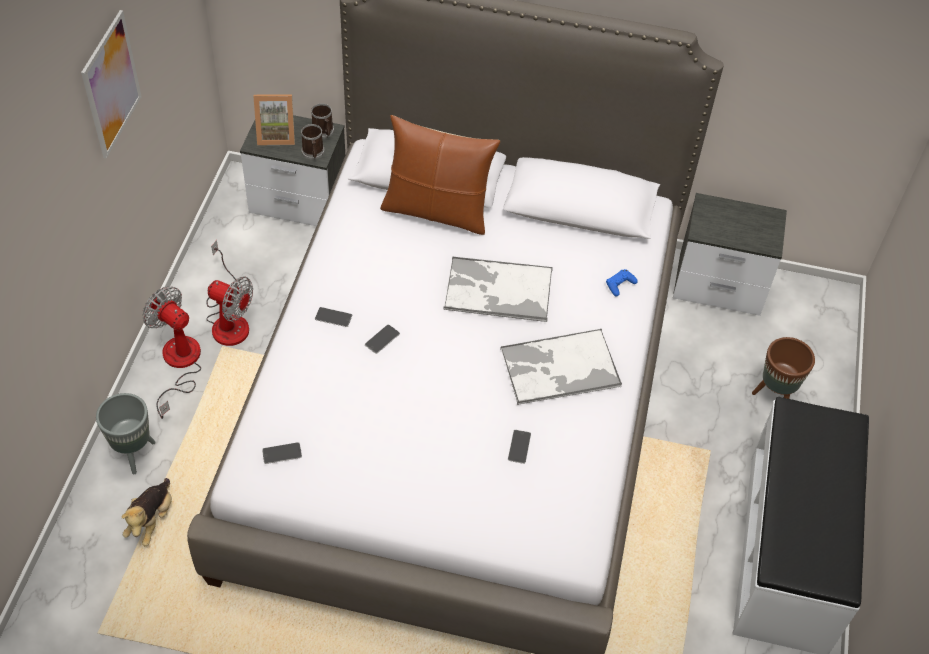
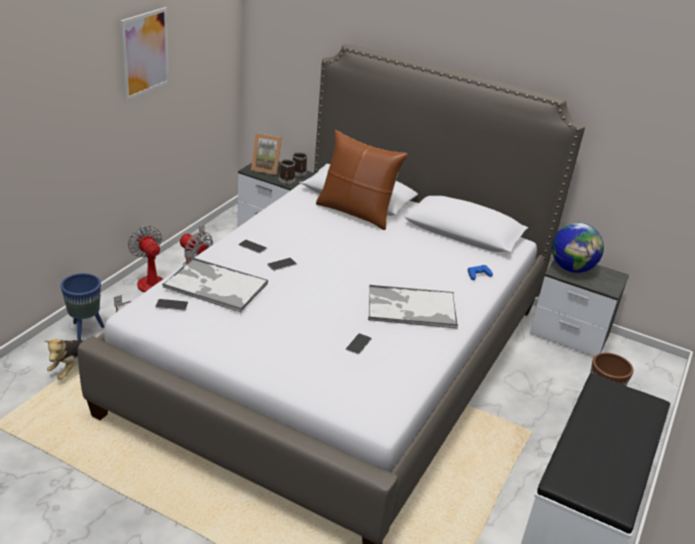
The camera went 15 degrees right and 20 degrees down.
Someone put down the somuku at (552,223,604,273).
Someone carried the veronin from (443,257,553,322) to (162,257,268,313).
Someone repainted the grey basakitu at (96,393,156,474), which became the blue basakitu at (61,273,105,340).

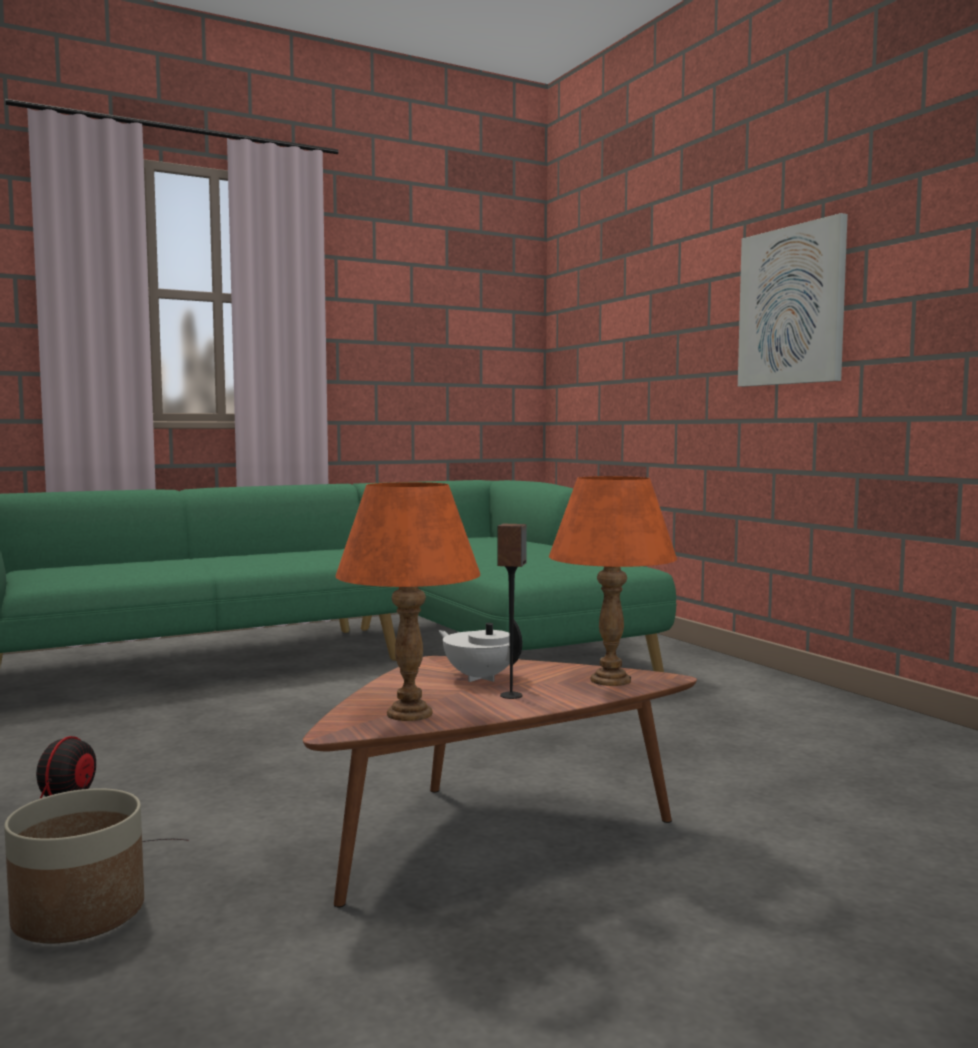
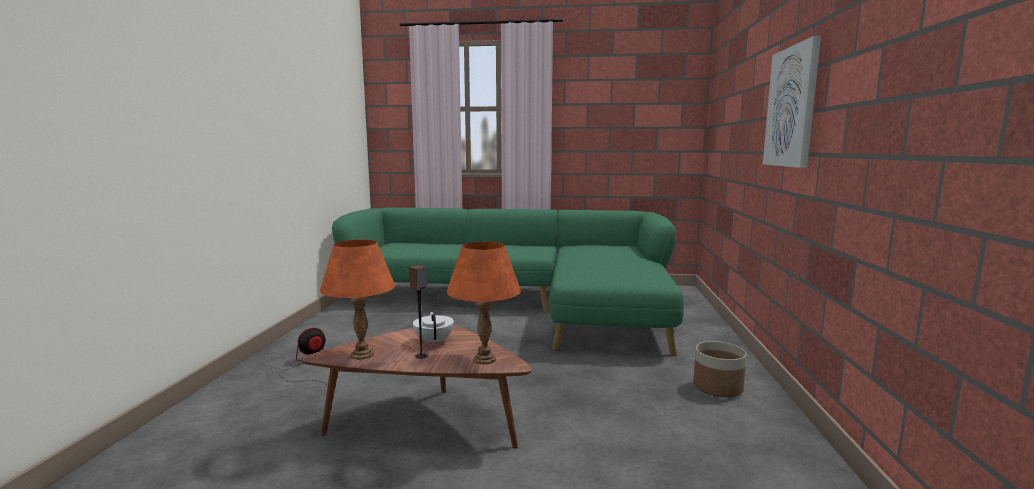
The camera went 35 degrees right and 5 degrees up.
Someone carried the basakitu from (4,788,144,943) to (693,341,747,398).

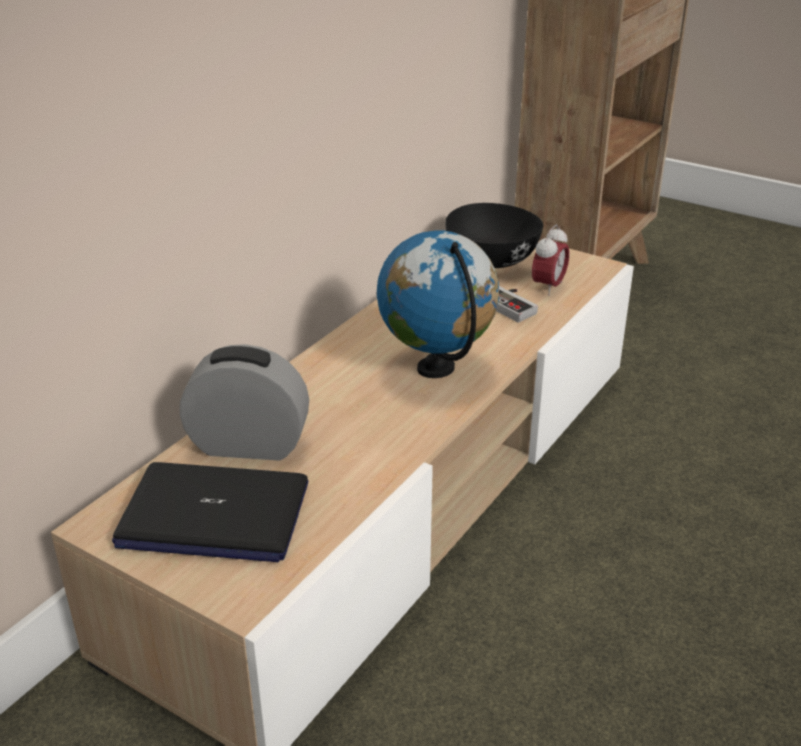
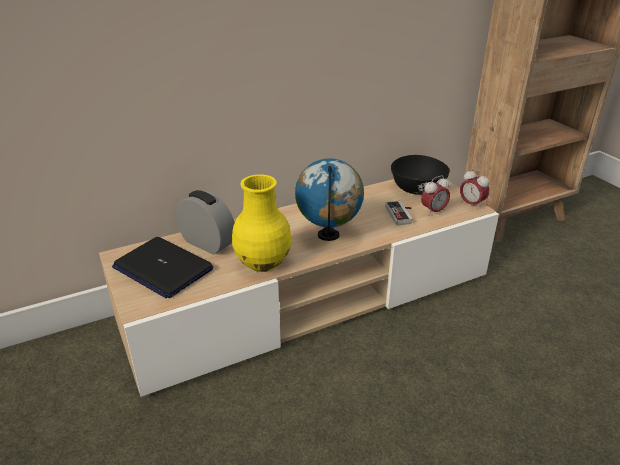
The camera went 30 degrees right and 0 degrees up.
Someone put down the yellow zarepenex at (232,174,292,272).
Someone put down the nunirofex at (460,168,490,210).

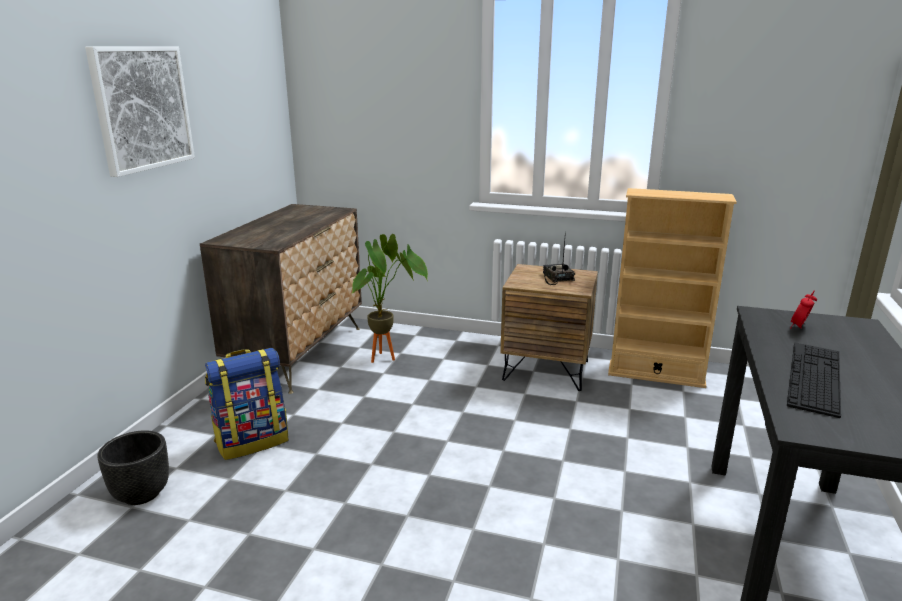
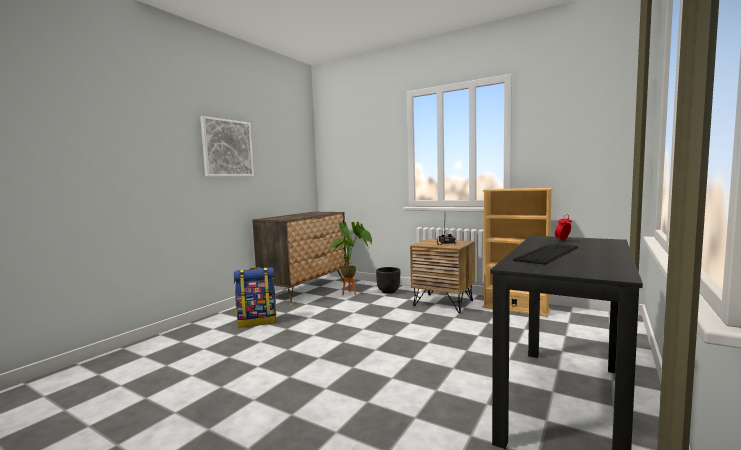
The camera went 15 degrees right and 15 degrees down.
Someone carried the black basakitu from (97,430,169,505) to (376,267,400,294).

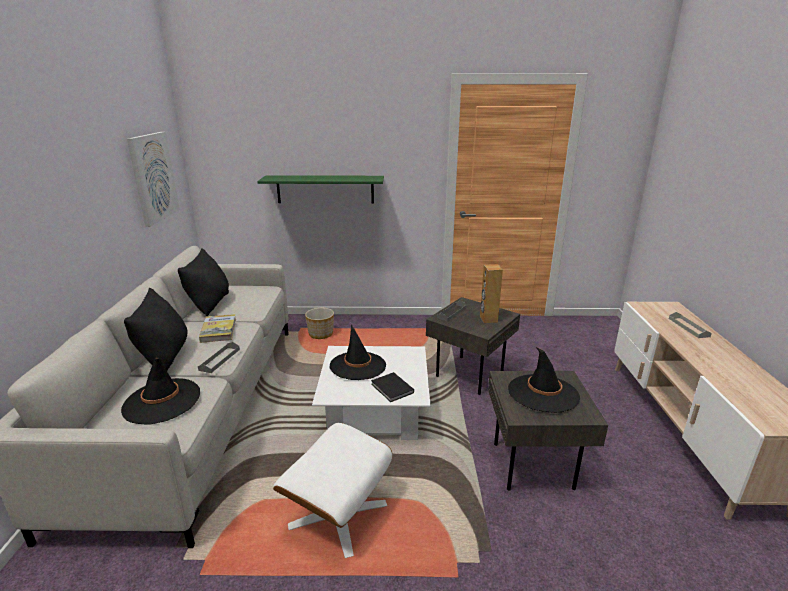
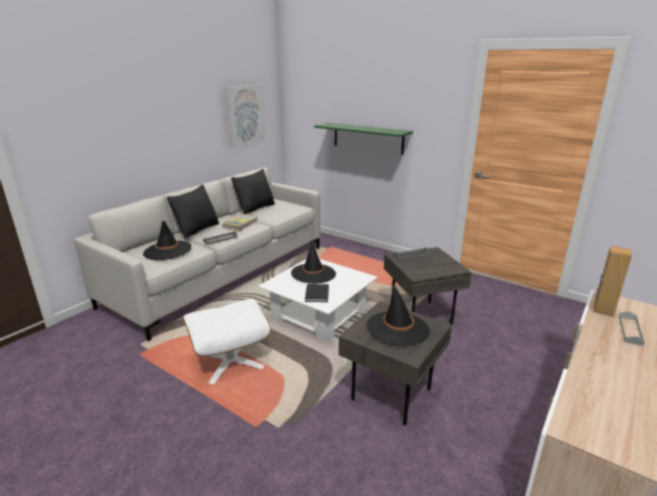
The camera went 35 degrees right and 0 degrees up.
Someone took away the basakitu at (305,308,334,339).
Someone carried the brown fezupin from (480,264,503,323) to (594,246,632,317).

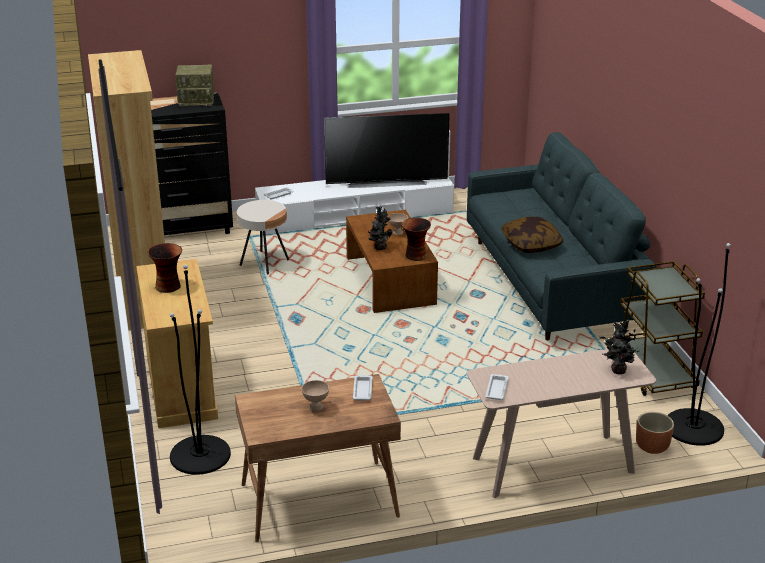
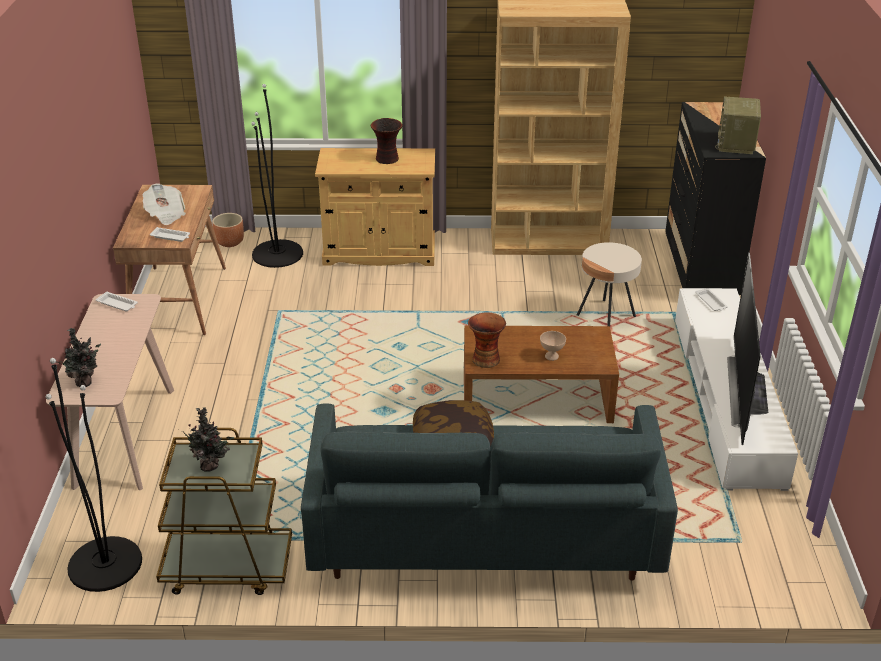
The camera went 105 degrees right and 5 degrees up.
Someone carried the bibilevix from (368,206,392,250) to (183,407,234,472).
Someone carried the brown basakitu from (636,412,674,454) to (212,213,244,247).
Someone swapped the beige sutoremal at (302,380,329,412) for the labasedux at (143,183,186,225).

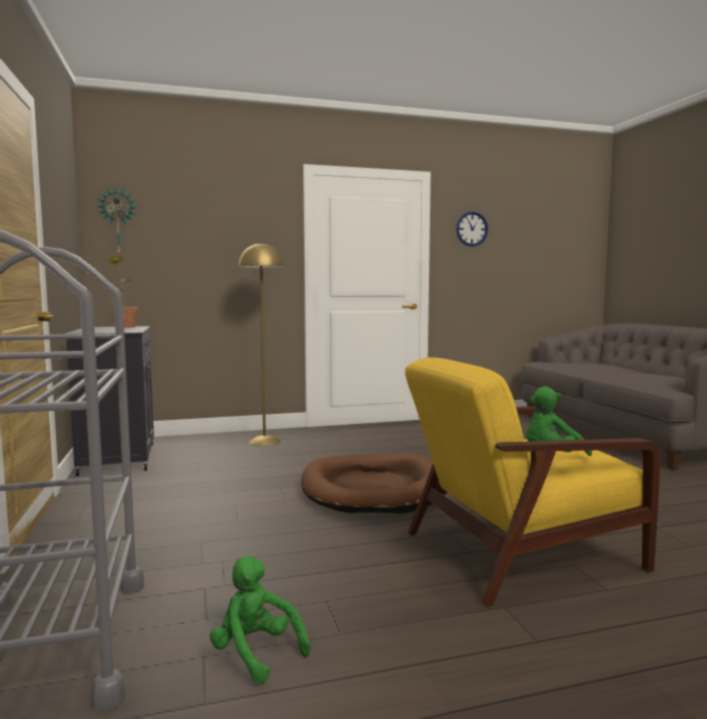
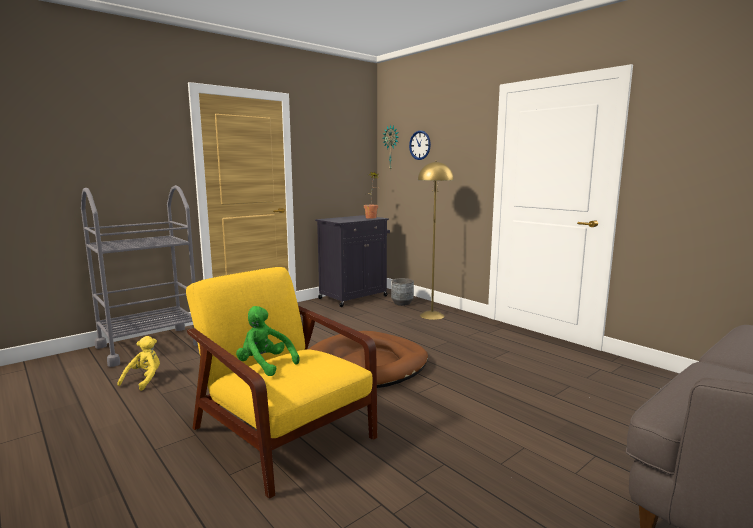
The camera went 65 degrees right and 5 degrees up.
Someone put down the grey basakitu at (391,278,414,306).
Someone carried the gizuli from (456,211,488,247) to (409,130,431,160).
Someone repainted the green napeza at (210,556,310,684), which became the yellow napeza at (117,336,160,391).

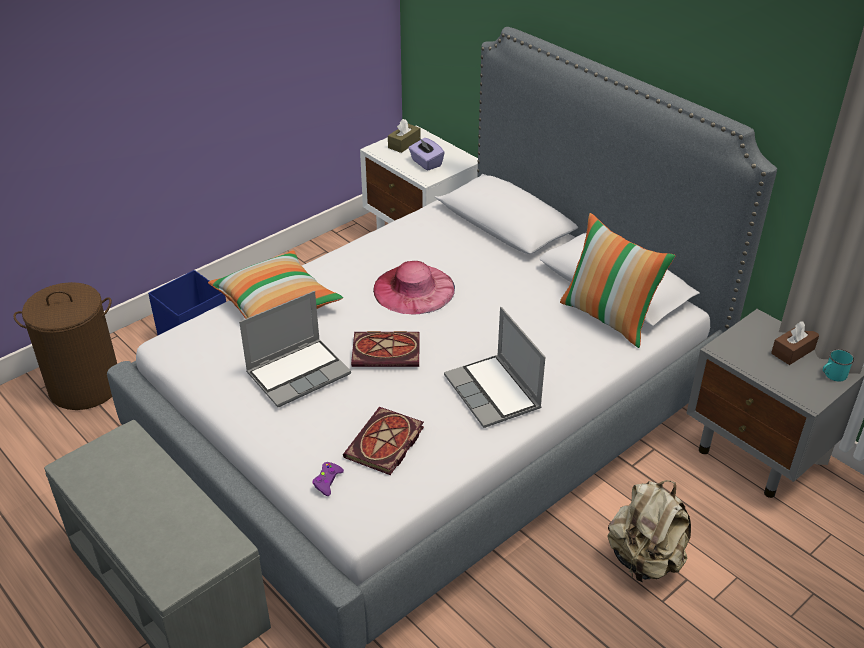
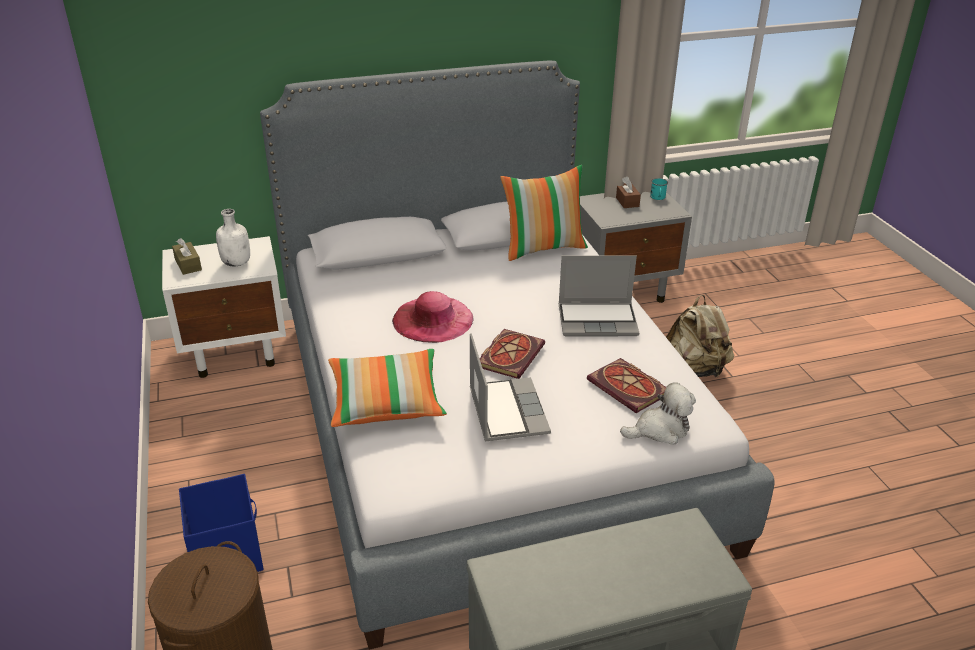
The camera went 65 degrees left and 5 degrees down.
Someone swapped the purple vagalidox at (312,462,344,496) for the napeza at (620,382,696,445).
Someone swapped the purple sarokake at (409,138,445,171) for the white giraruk at (216,209,250,266).

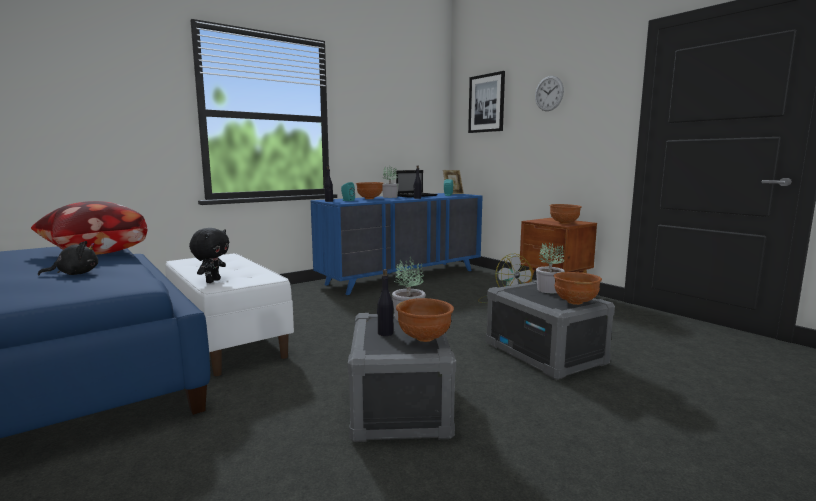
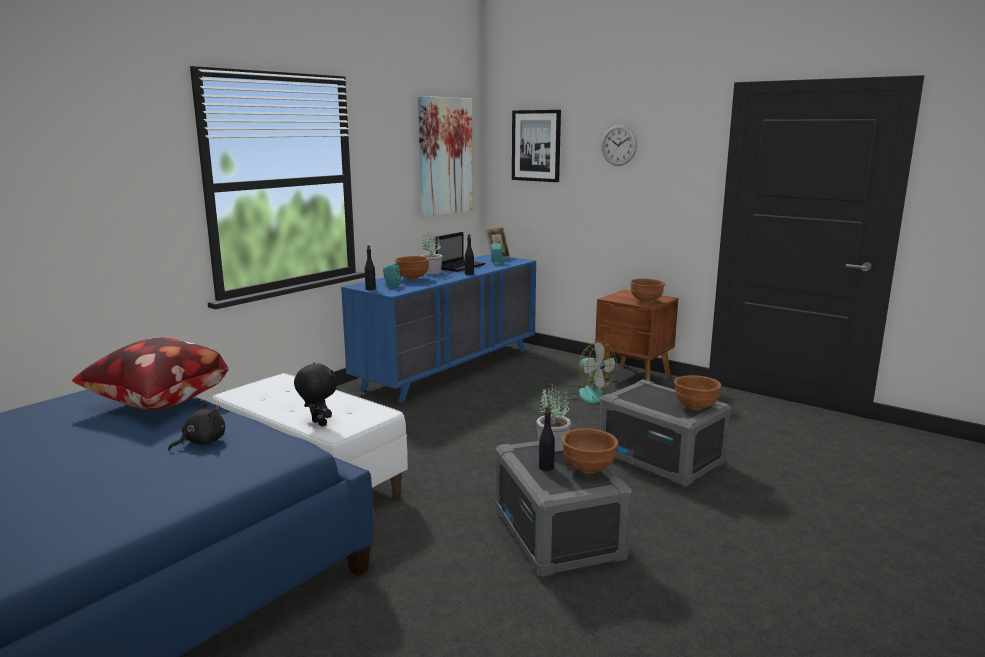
The camera went 15 degrees left and 5 degrees up.
Someone took away the bibilevix at (536,242,565,293).
Someone put up the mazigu at (418,96,473,217).
Someone rotated the black napeza at (189,228,229,283) by 45 degrees counterclockwise.

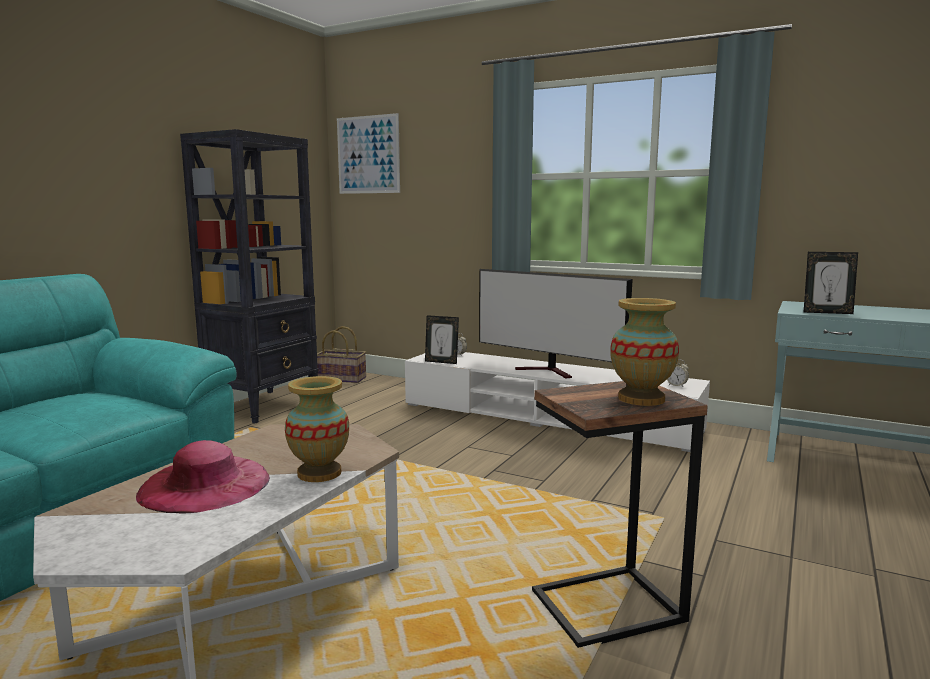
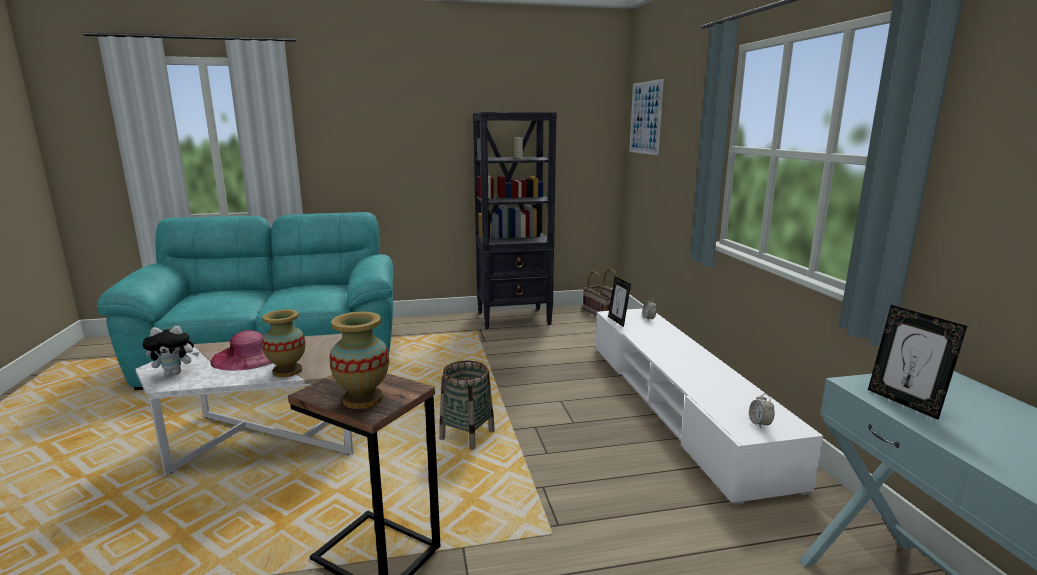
The camera went 50 degrees right and 5 degrees up.
Someone took away the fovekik at (479,269,633,379).
Someone put down the napeza at (142,326,199,376).
Someone put down the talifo at (439,360,495,450).

